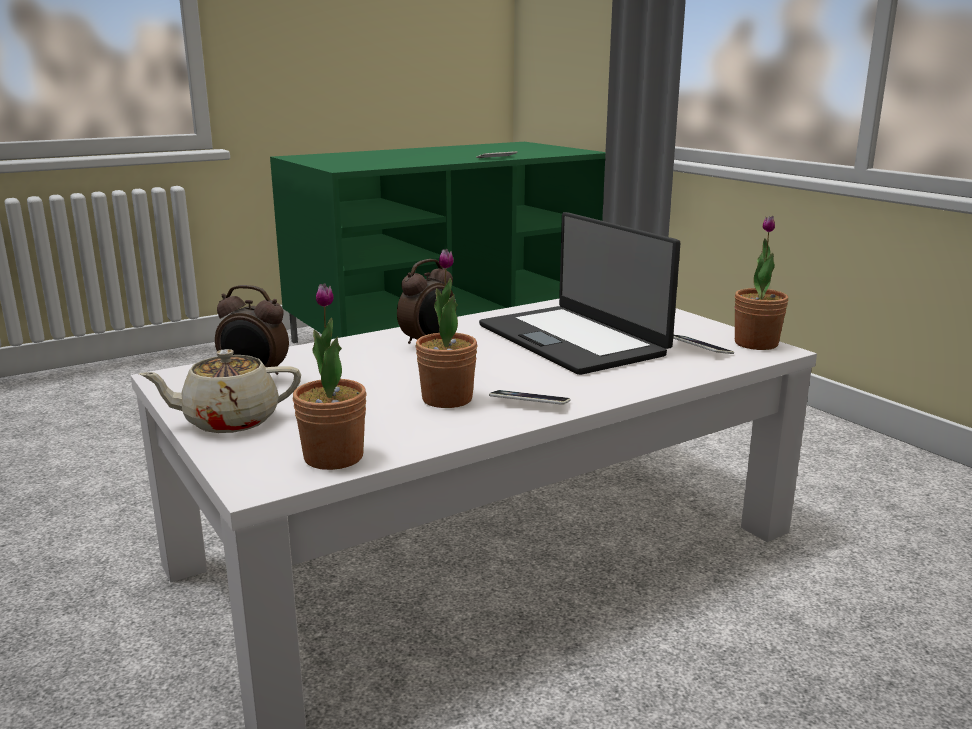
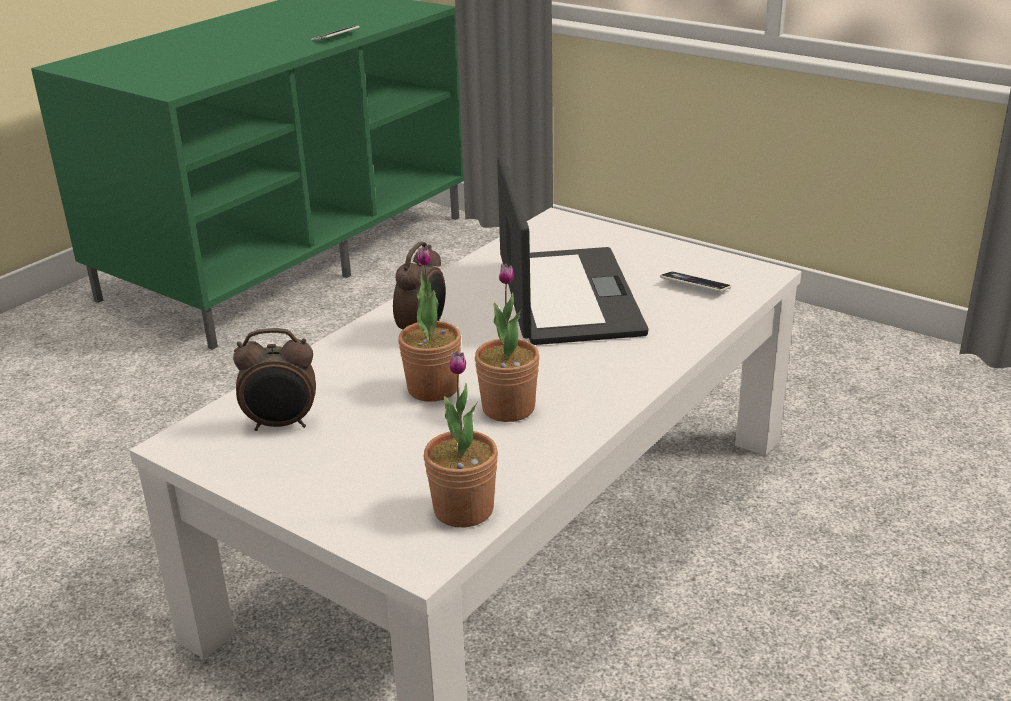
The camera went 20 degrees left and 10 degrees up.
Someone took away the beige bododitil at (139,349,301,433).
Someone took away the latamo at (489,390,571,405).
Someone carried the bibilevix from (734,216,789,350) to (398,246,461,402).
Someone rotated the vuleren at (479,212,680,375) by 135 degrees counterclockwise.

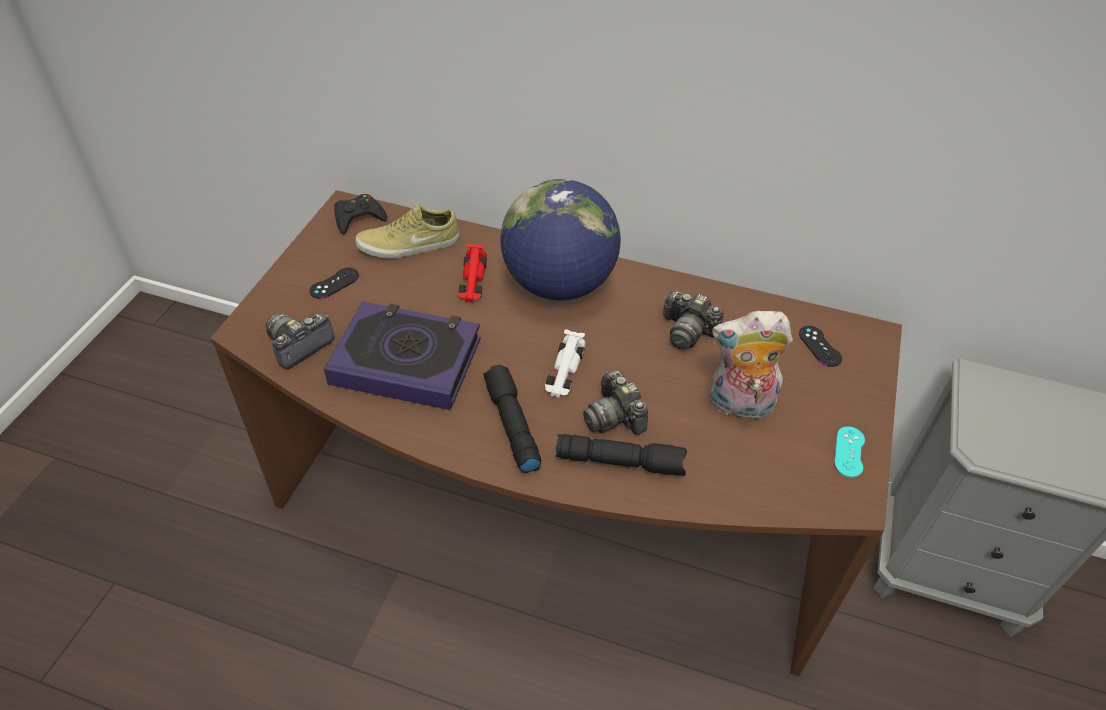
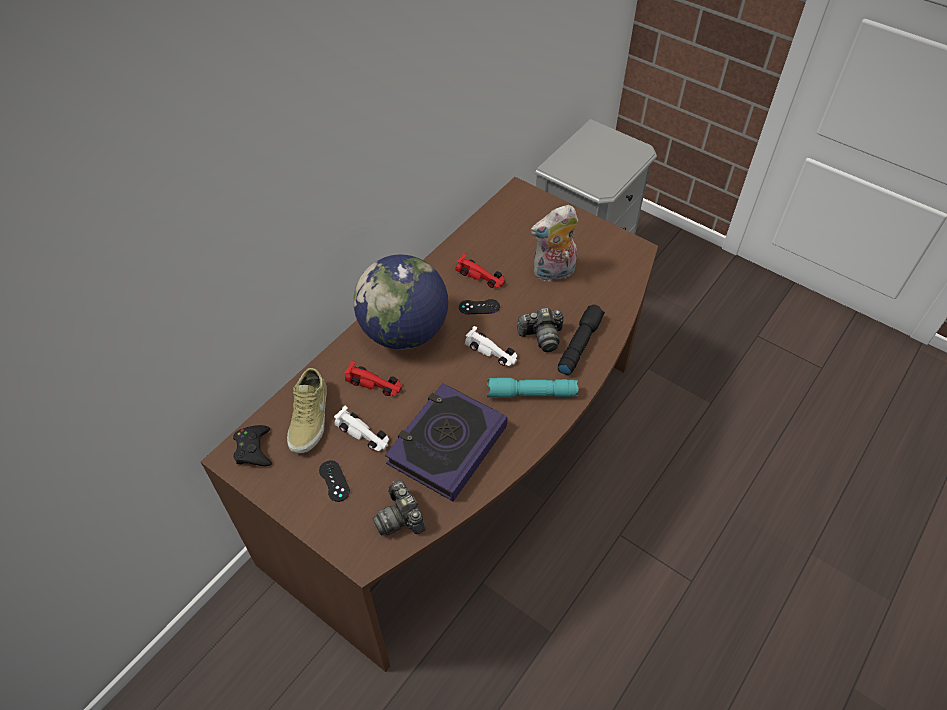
The camera went 70 degrees left and 5 degrees up.
Someone took away the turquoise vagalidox at (834,426,865,478).
Someone put down the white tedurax at (334,406,389,451).
Someone carried the black vagalidox from (799,326,842,367) to (459,299,500,314).
Someone swapped the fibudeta at (663,290,724,350) for the red tedurax at (455,253,505,288).
Someone repainted the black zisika at (483,365,541,473), which became the turquoise zisika at (487,378,579,398).
Someone rotated the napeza at (710,311,793,424) by 45 degrees clockwise.

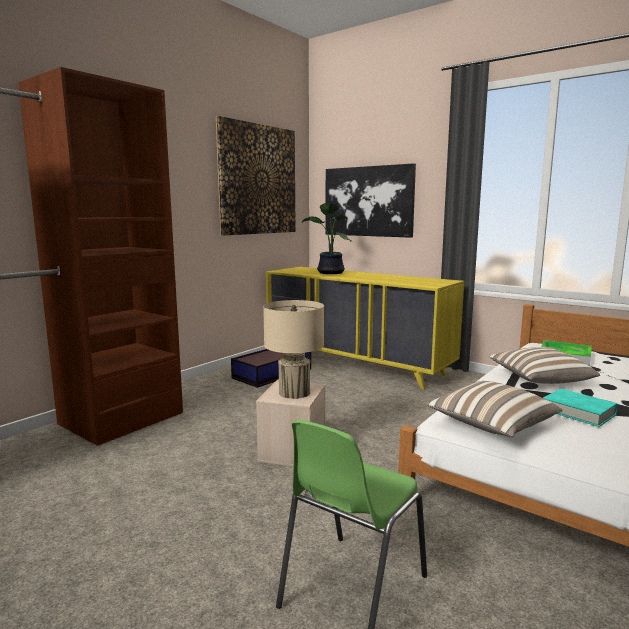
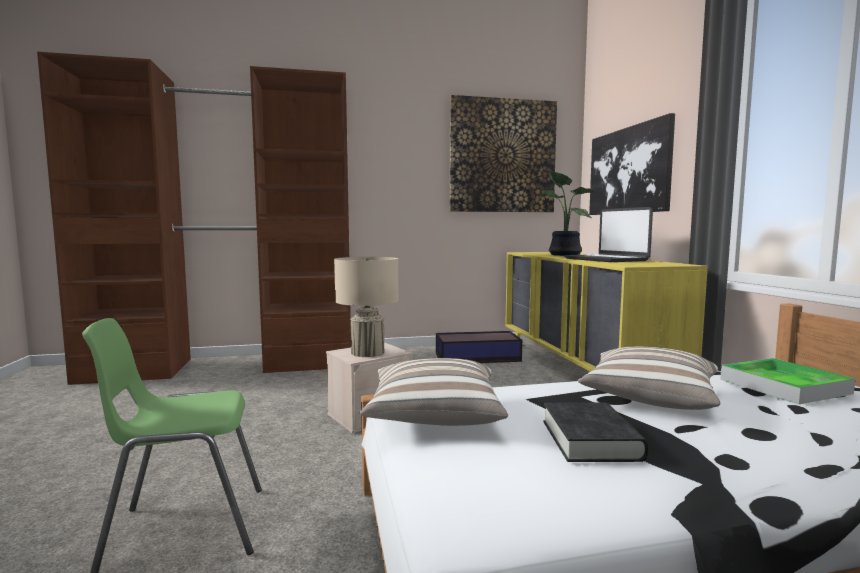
The camera went 40 degrees right and 5 degrees down.
Someone put down the vuleren at (564,207,653,262).
Someone repainted the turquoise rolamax at (543,389,618,427), which became the black rolamax at (543,403,648,462).

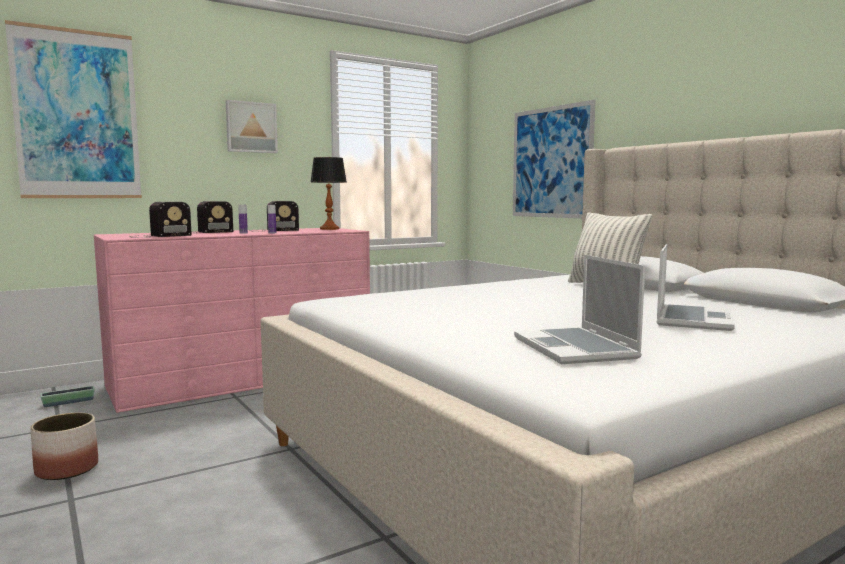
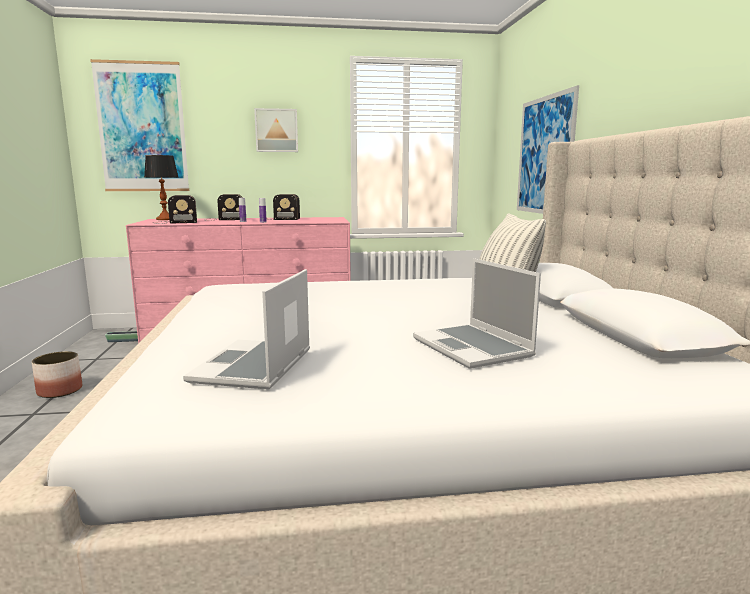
The camera went 25 degrees right and 5 degrees up.
Someone carried the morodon from (311,157,347,230) to (144,155,179,220).
Someone rotated the vuleren at (656,244,735,331) by 105 degrees clockwise.

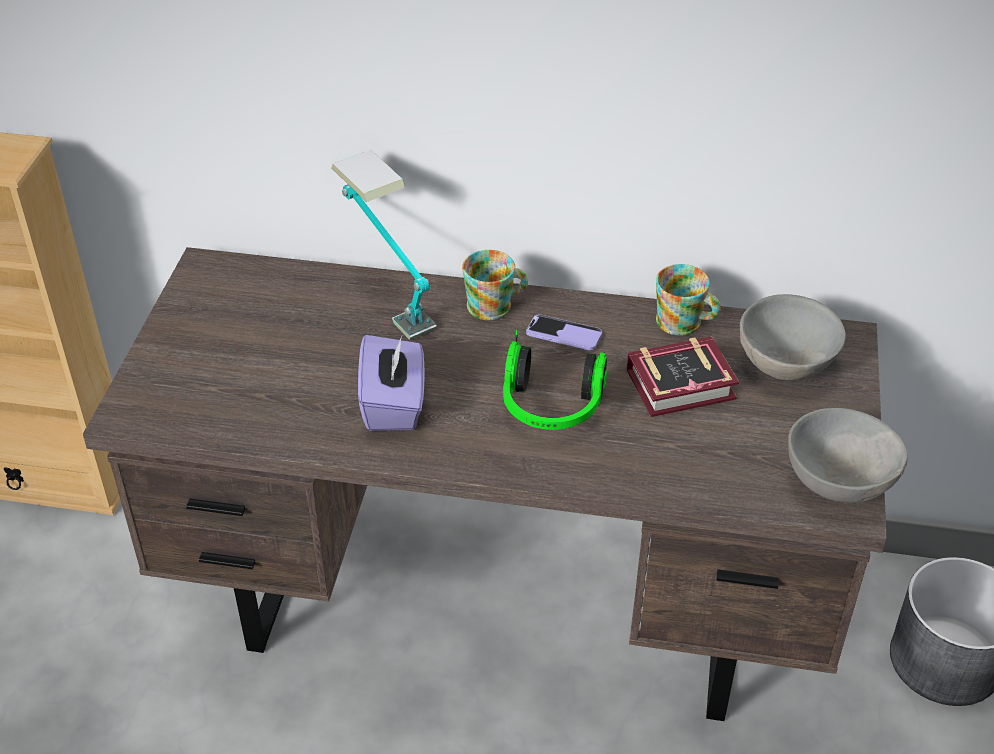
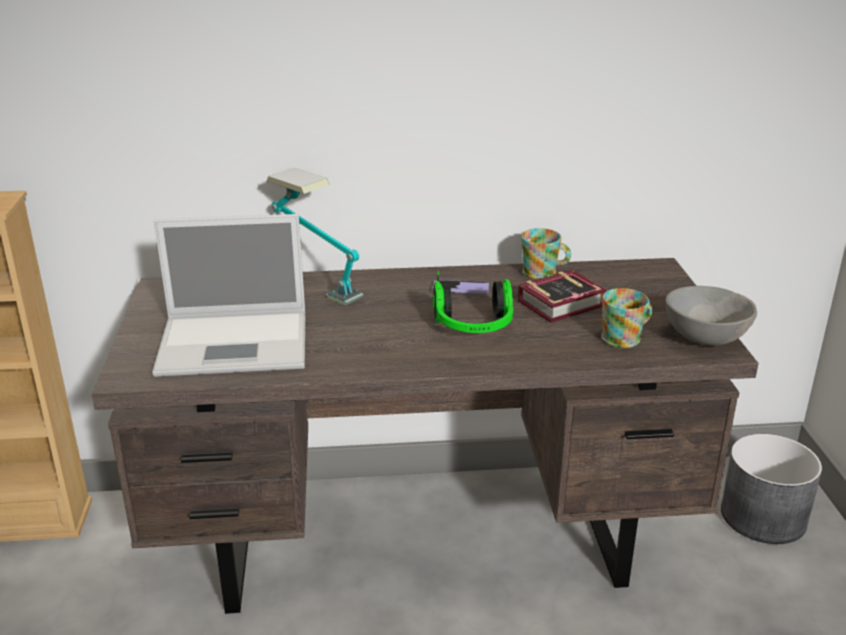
The camera went 15 degrees left and 15 degrees down.
Someone took away the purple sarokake at (358,334,425,431).
Someone took away the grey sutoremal at (740,294,846,380).
Someone put down the vuleren at (152,214,305,377).
Someone carried the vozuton from (462,250,528,320) to (601,288,652,348).

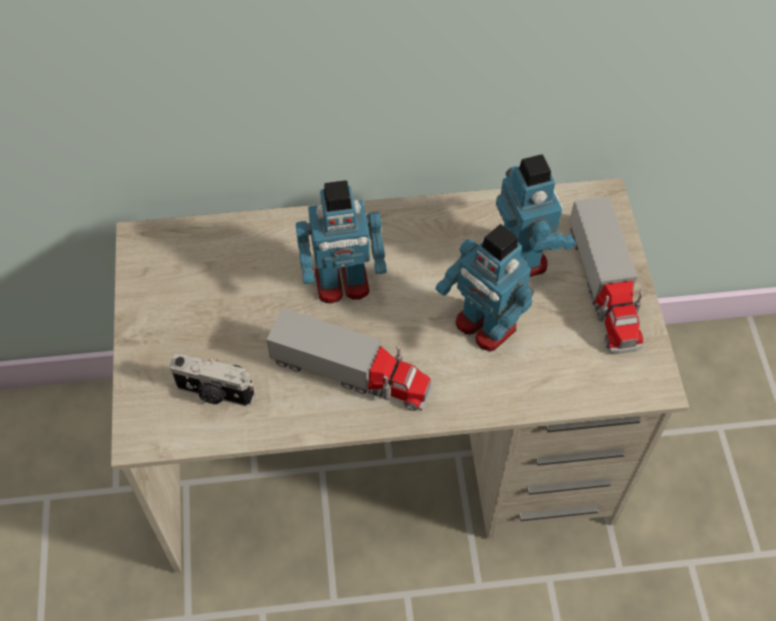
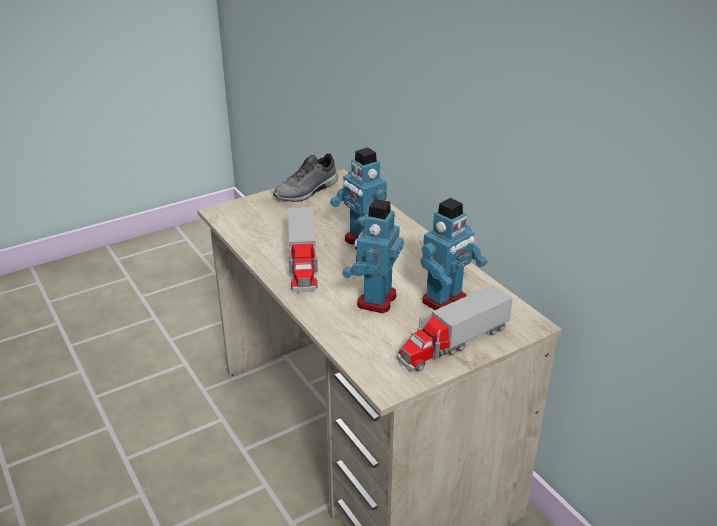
The camera went 65 degrees right and 25 degrees down.
Someone took away the fibudeta at (170,353,254,407).
Someone put down the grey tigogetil at (273,153,338,202).

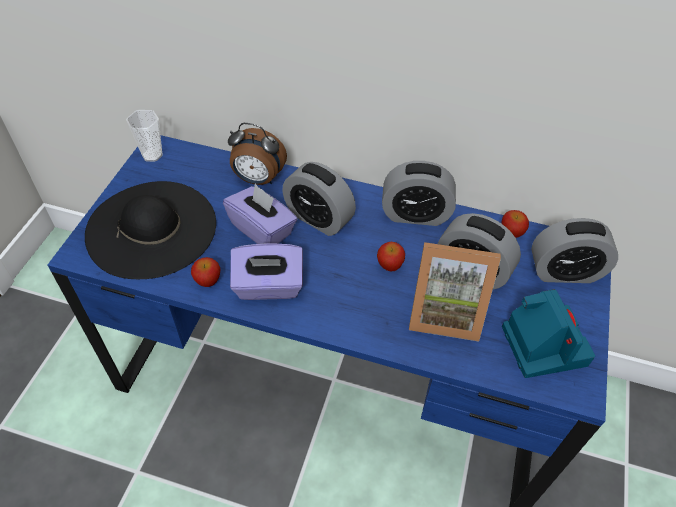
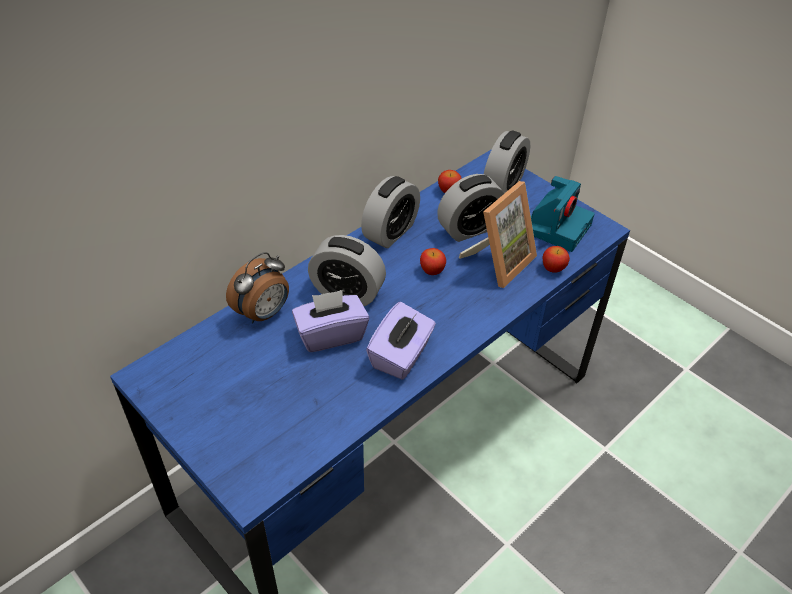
The camera went 60 degrees left and 5 degrees down.
Someone took away the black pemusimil at (85,181,216,279).
Someone took away the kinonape at (126,110,163,162).
Someone carried the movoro from (191,257,220,287) to (542,246,570,273).
Someone rotated the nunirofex at (282,162,356,236) by 45 degrees clockwise.
Someone rotated the fibudeta at (502,289,595,378) by 105 degrees clockwise.

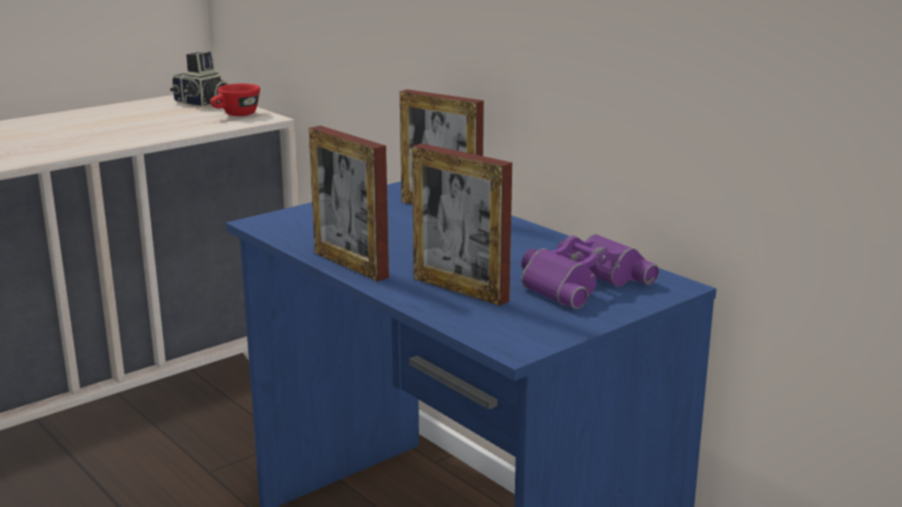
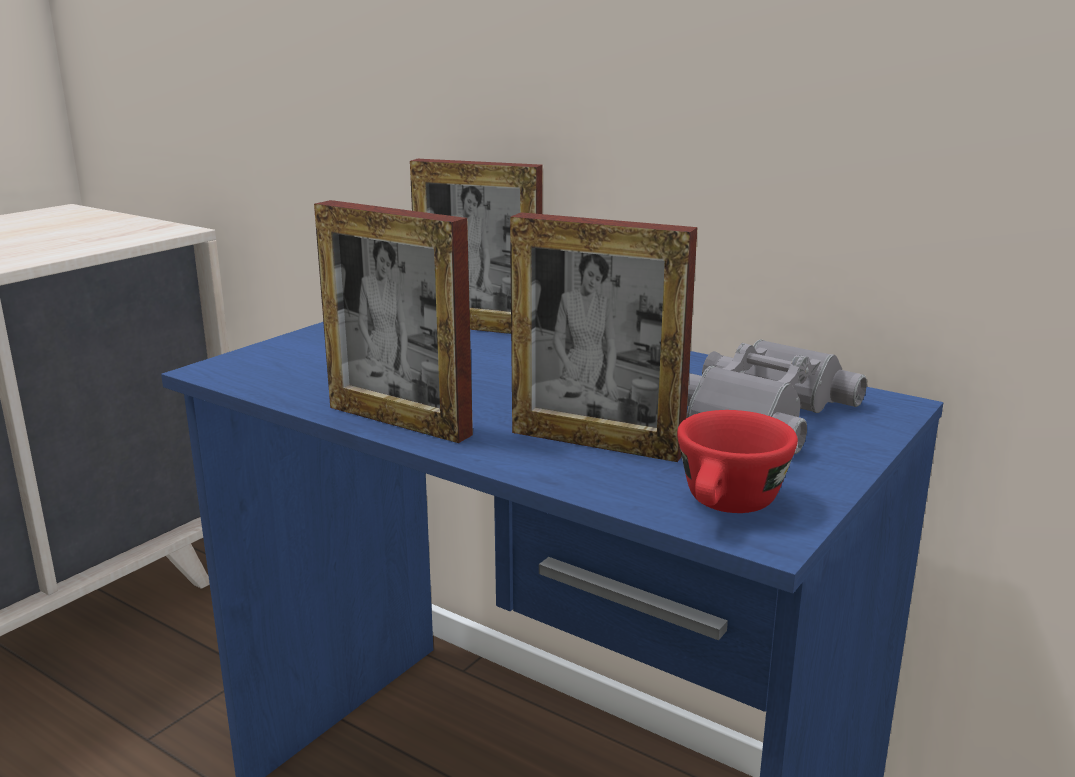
The camera went 15 degrees left and 0 degrees up.
Someone took away the fibudeta at (170,51,229,107).
Someone carried the red kinonape from (210,83,260,116) to (677,410,798,513).
Someone repainted the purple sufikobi at (521,234,659,309), which became the grey sufikobi at (687,339,867,454).

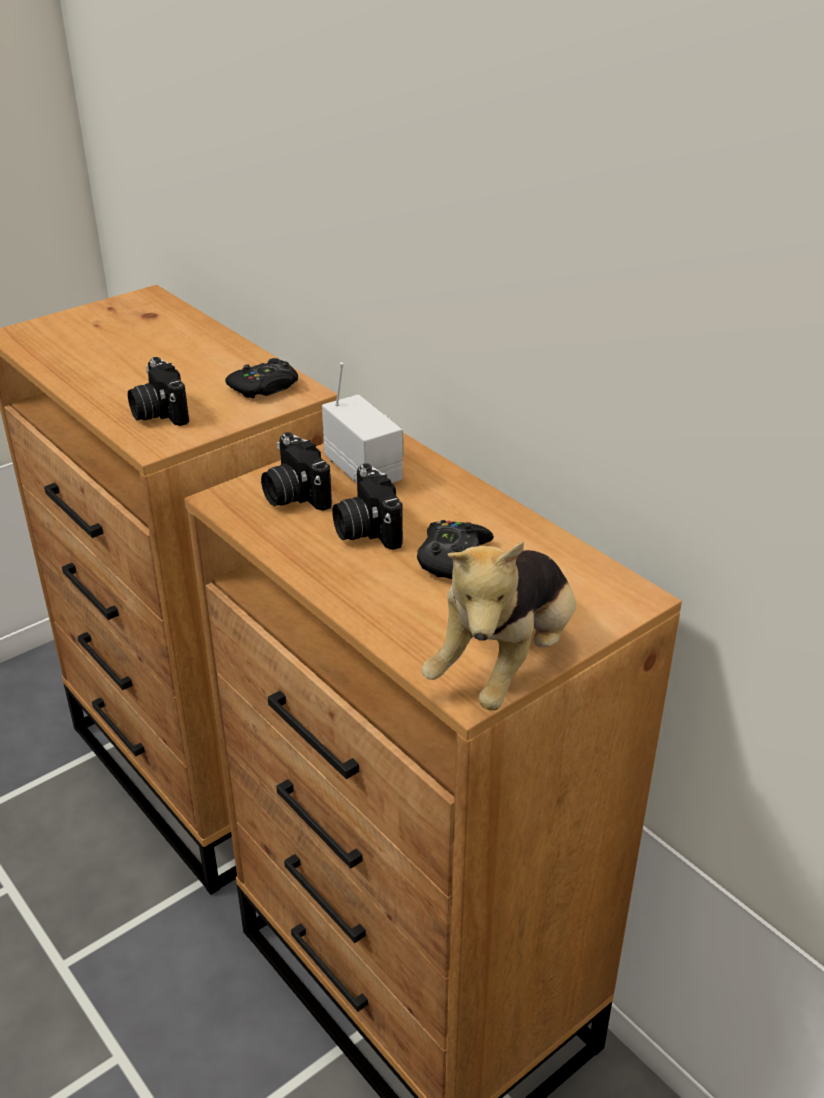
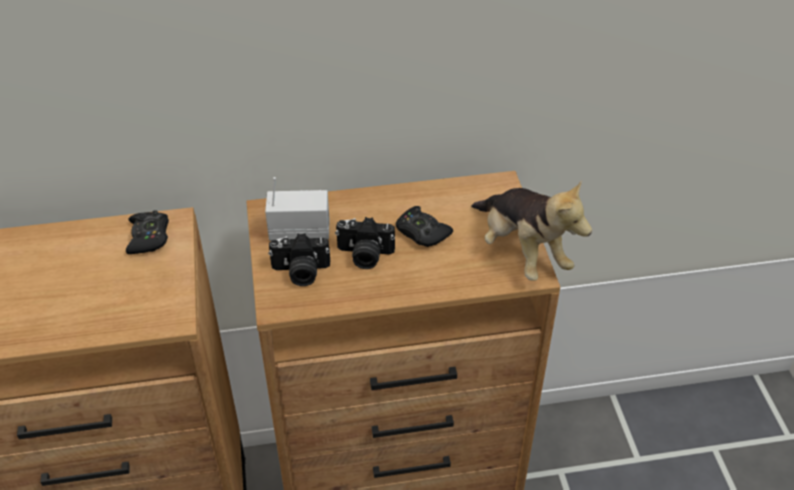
The camera went 60 degrees left and 10 degrees up.
Someone took away the fibudeta at (128,357,189,426).

